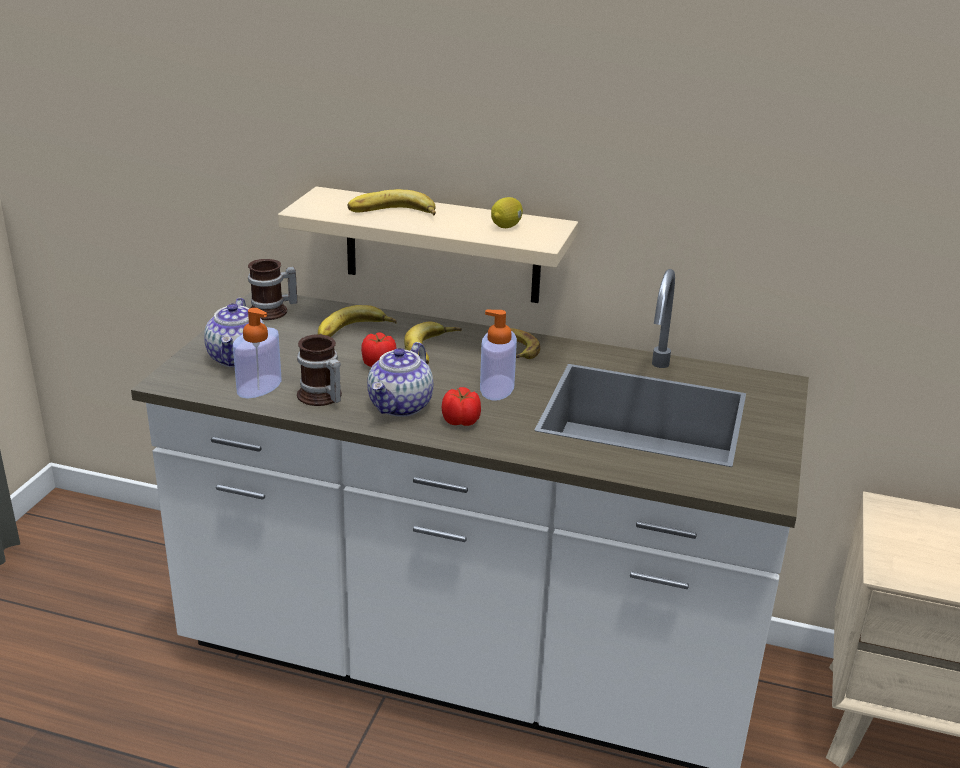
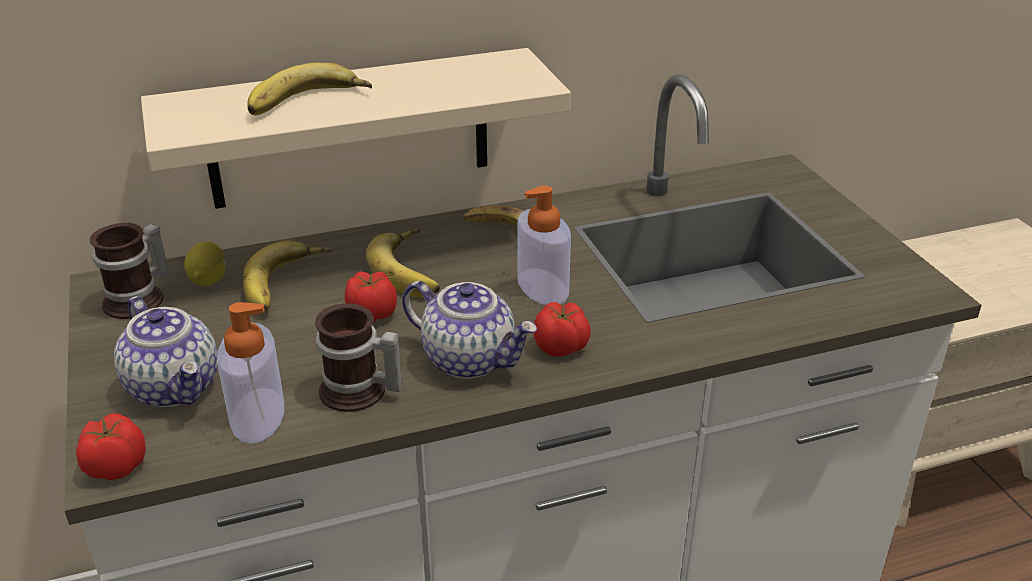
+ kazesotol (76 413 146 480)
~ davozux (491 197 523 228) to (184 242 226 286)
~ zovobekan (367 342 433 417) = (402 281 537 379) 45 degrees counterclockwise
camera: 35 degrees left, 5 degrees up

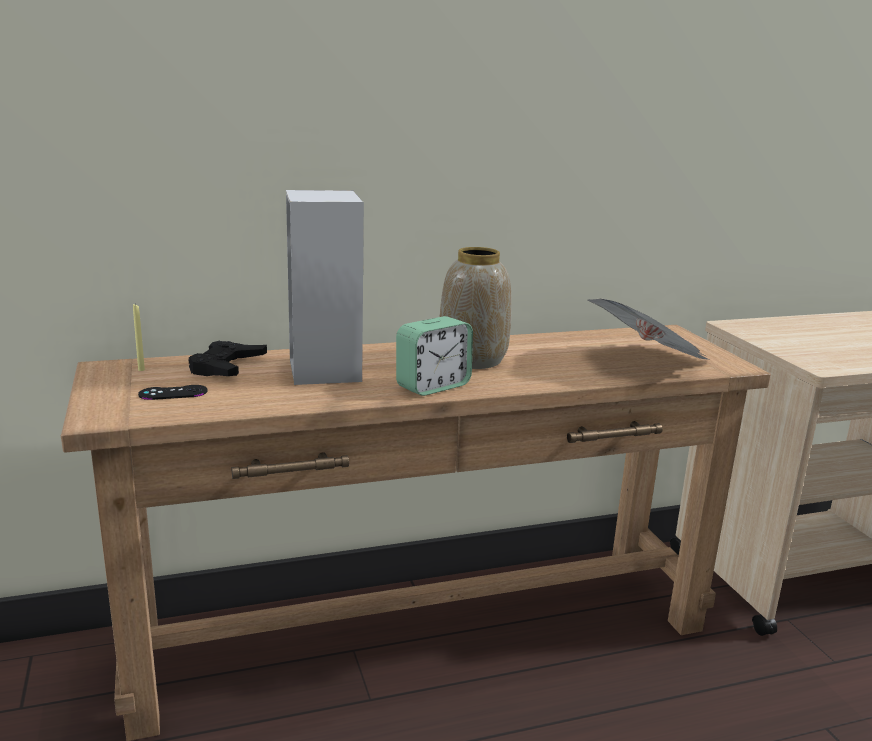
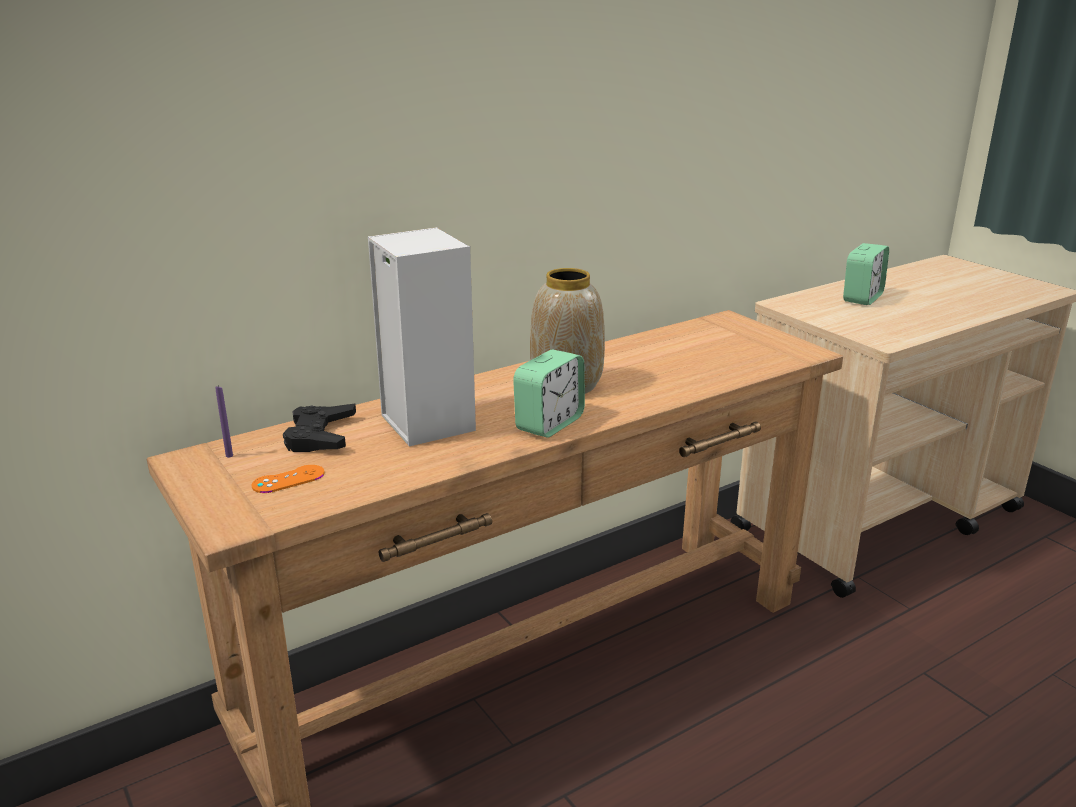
~ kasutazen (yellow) (133 303 145 371) to kasutazen (purple) (215 385 233 458)
~ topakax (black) (138 385 208 400) to topakax (orange) (251 465 325 493)
+ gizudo (843 243 889 305)
- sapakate (587 298 711 360)
camera: 15 degrees left, 5 degrees up

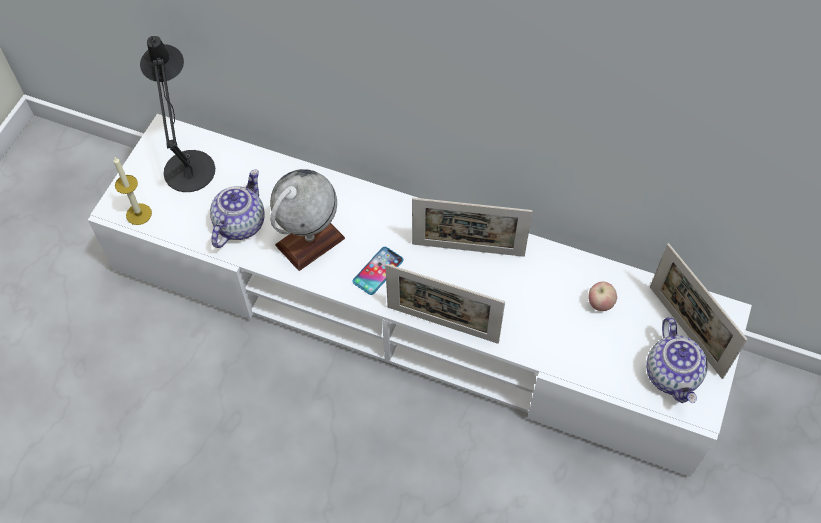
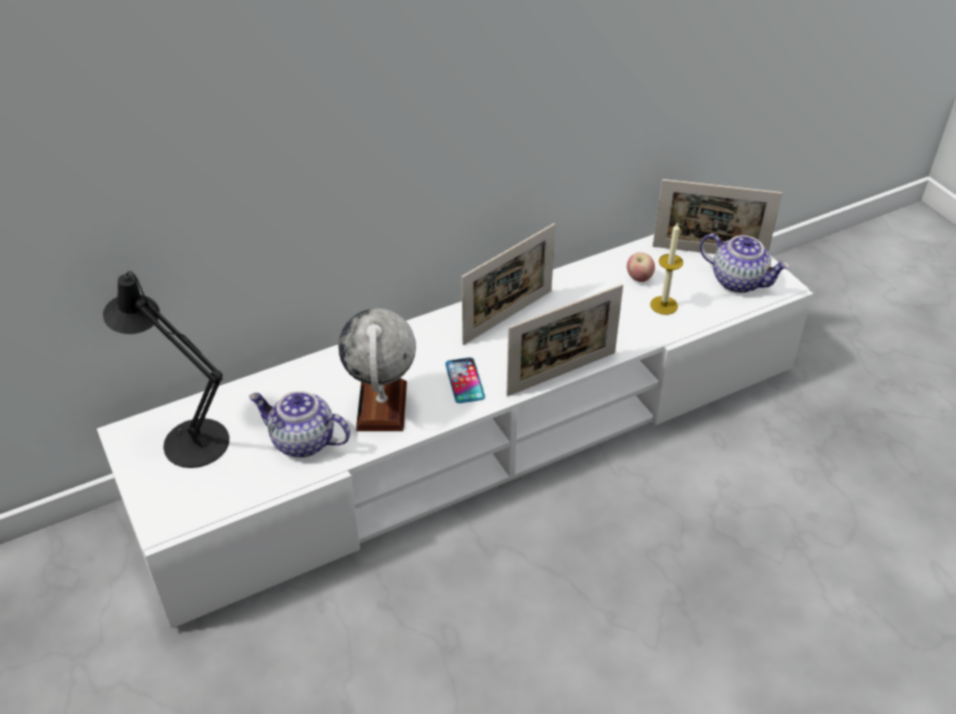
~ zovobekan (210 169 265 248) = (249 391 350 457) 45 degrees counterclockwise
~ kasutazen (114 157 152 225) to (650 223 683 315)
camera: 50 degrees left, 15 degrees down

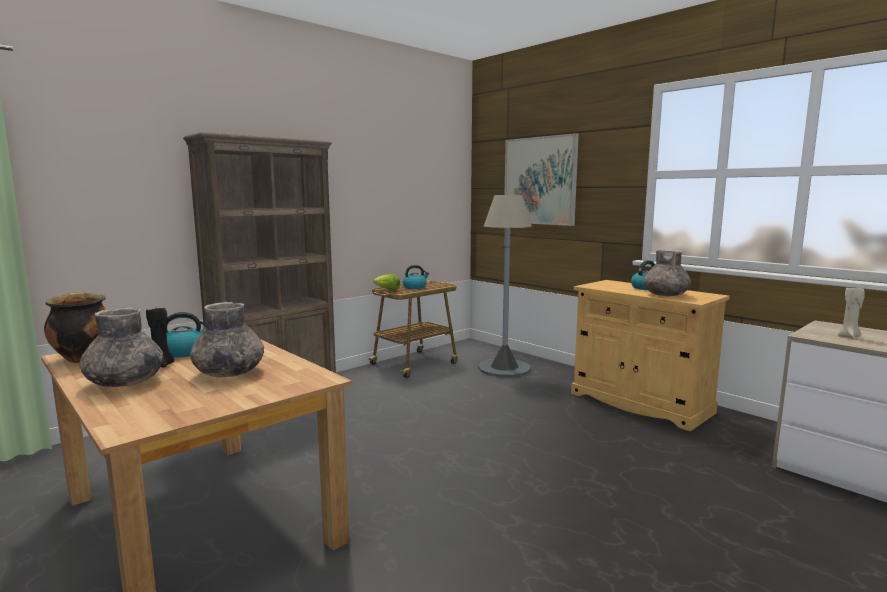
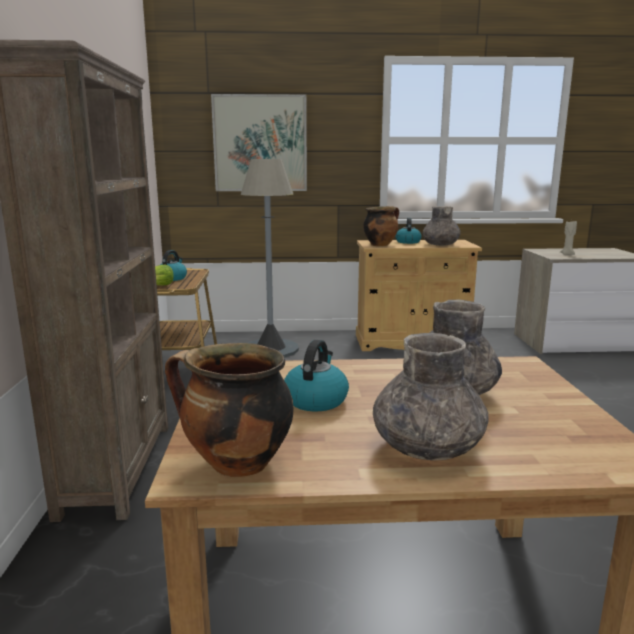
+ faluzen (363 206 399 246)
- kasutazen (black) (146 308 174 367)
camera: 50 degrees left, 5 degrees up

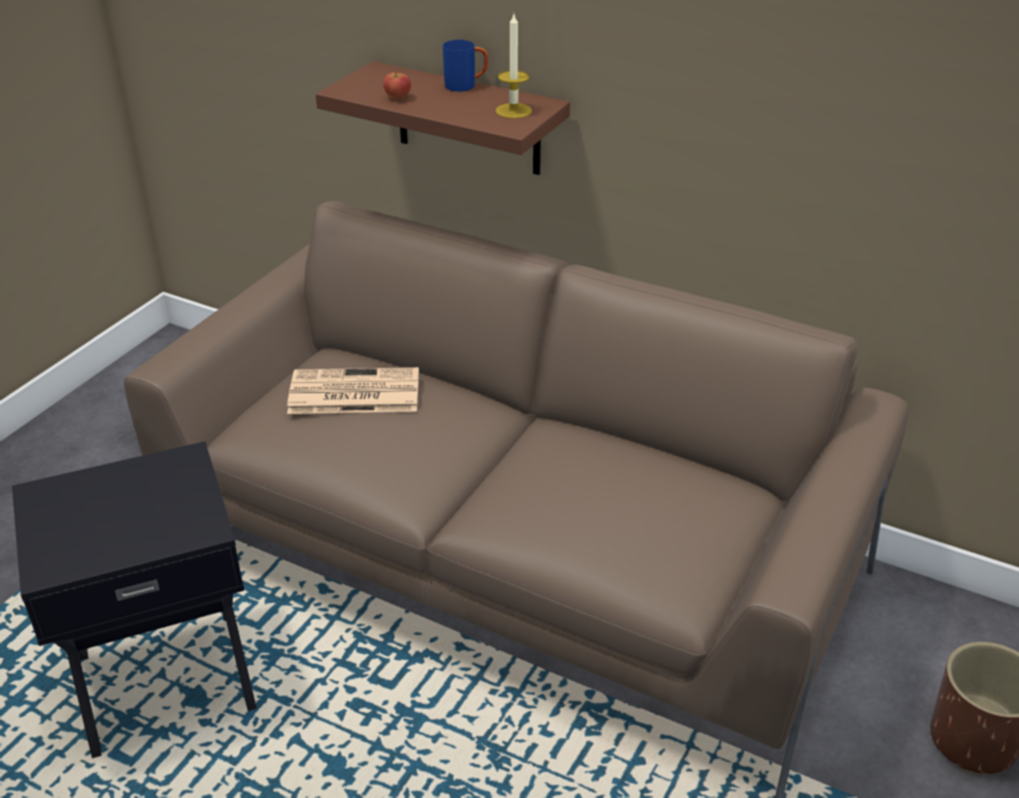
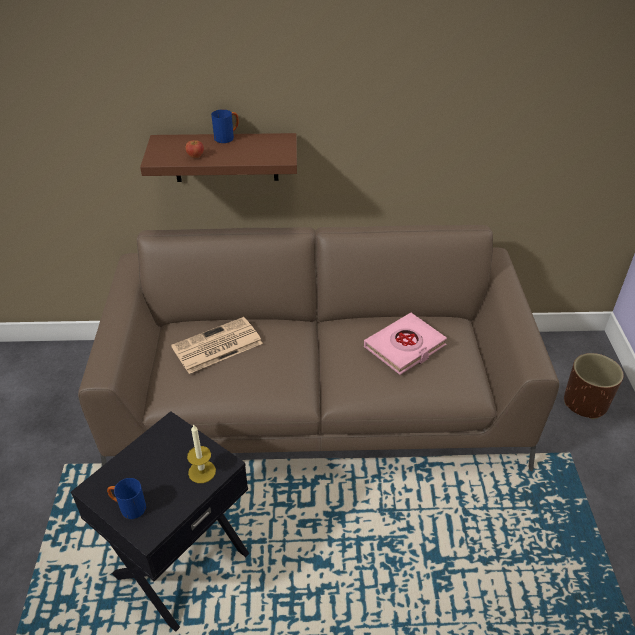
+ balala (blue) (107 478 146 519)
~ kasutazen (495 14 532 119) to (187 424 216 483)
+ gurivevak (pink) (364 313 447 375)
camera: 30 degrees left, 5 degrees up

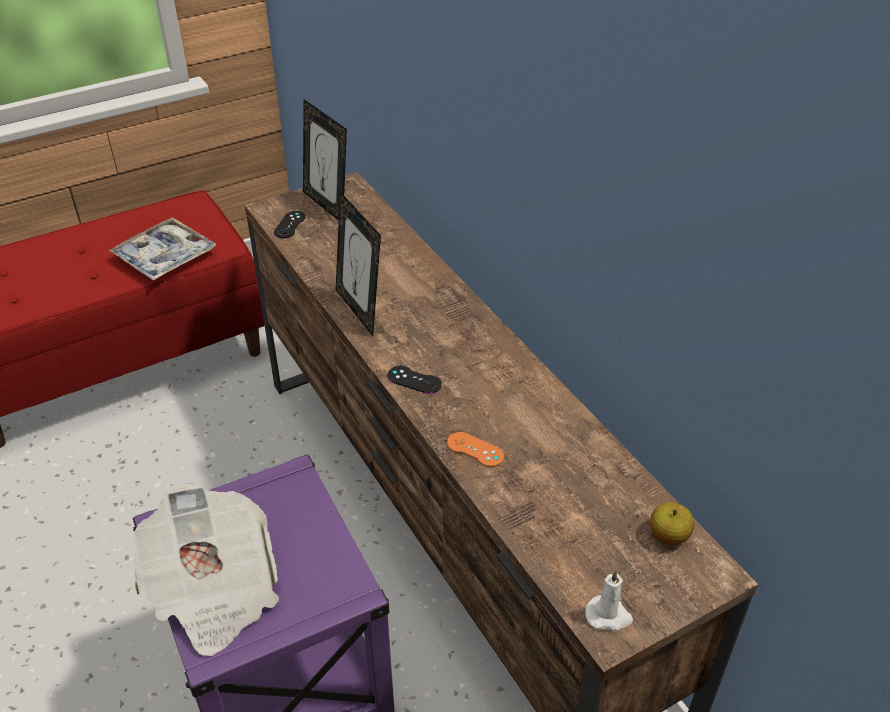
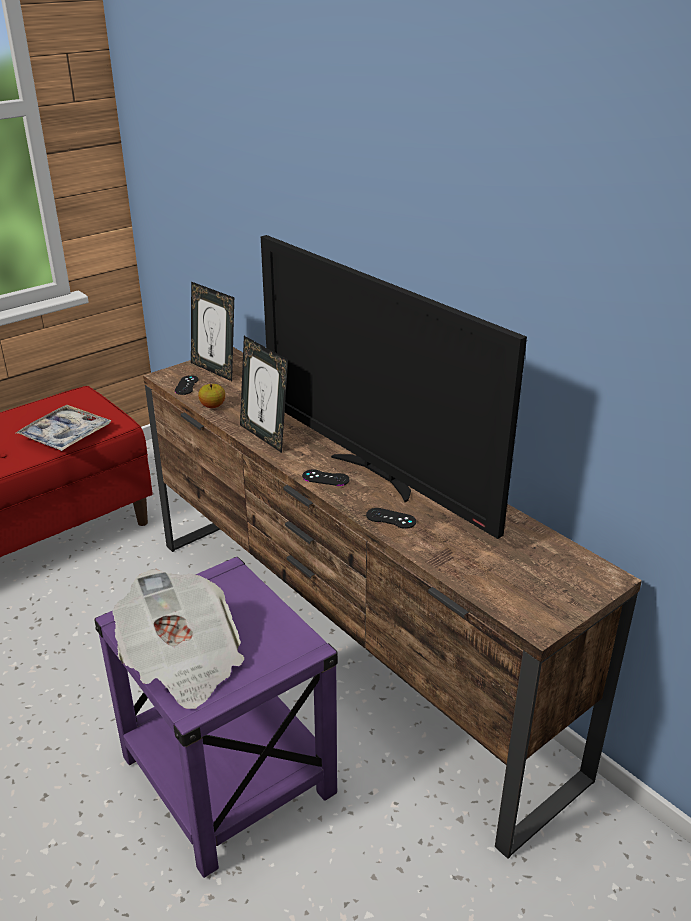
~ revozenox (650 502 694 545) to (198 384 225 408)
+ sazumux (261 235 527 539)
~ topakax (orange) (447 432 504 467) to topakax (black) (366 508 416 529)
- kasutazen (white) (585 570 633 631)
camera: 10 degrees left, 10 degrees down

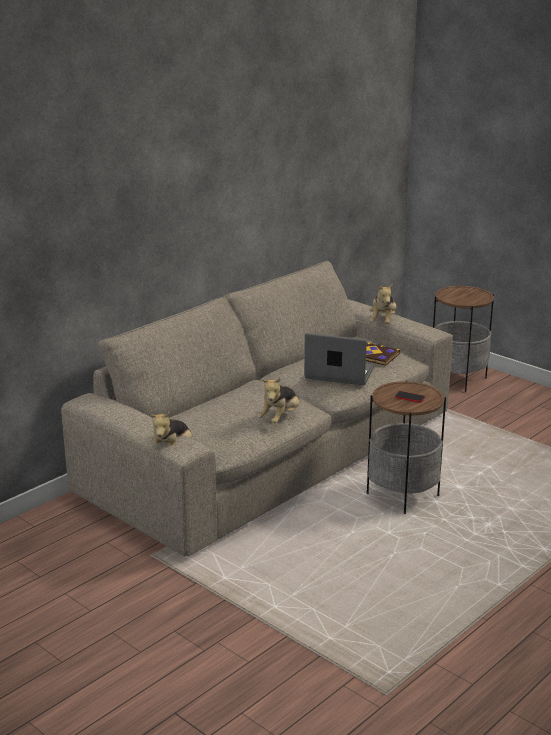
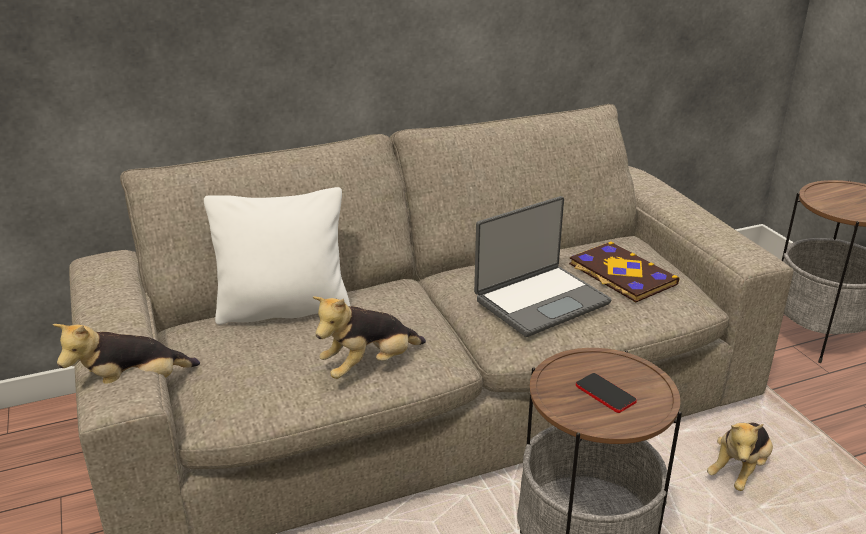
+ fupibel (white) (204 187 350 325)
~ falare (304 333 374 385) = (474 196 612 337) 105 degrees clockwise
~ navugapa (369 283 396 324) to (707 423 773 491)
camera: 25 degrees right, 5 degrees up

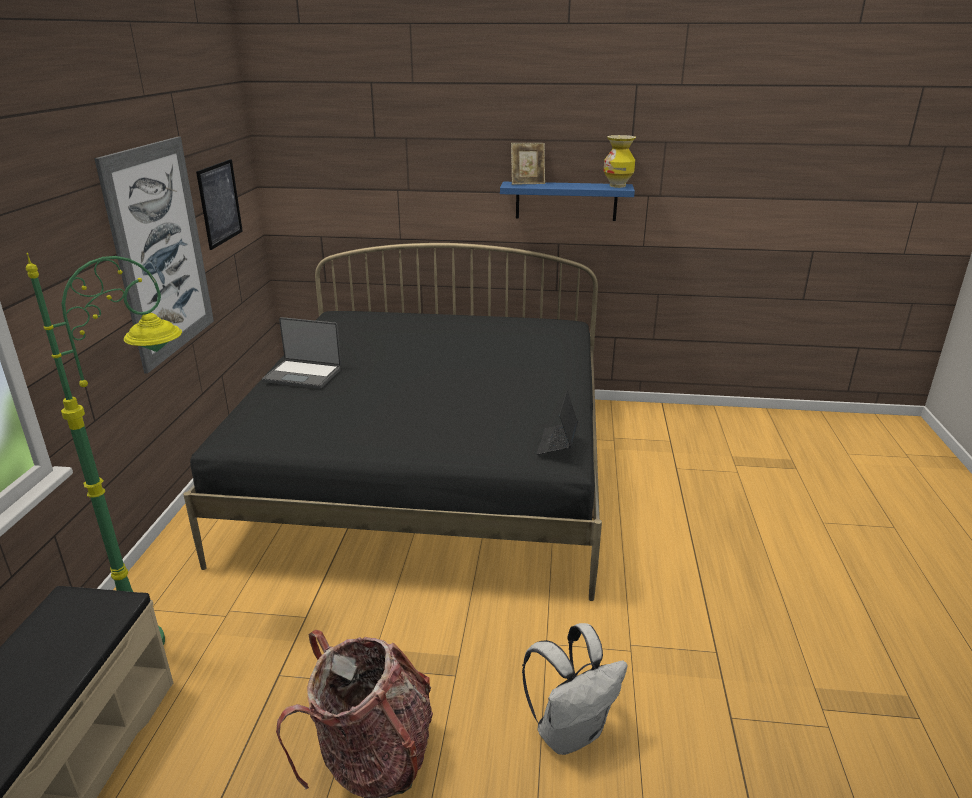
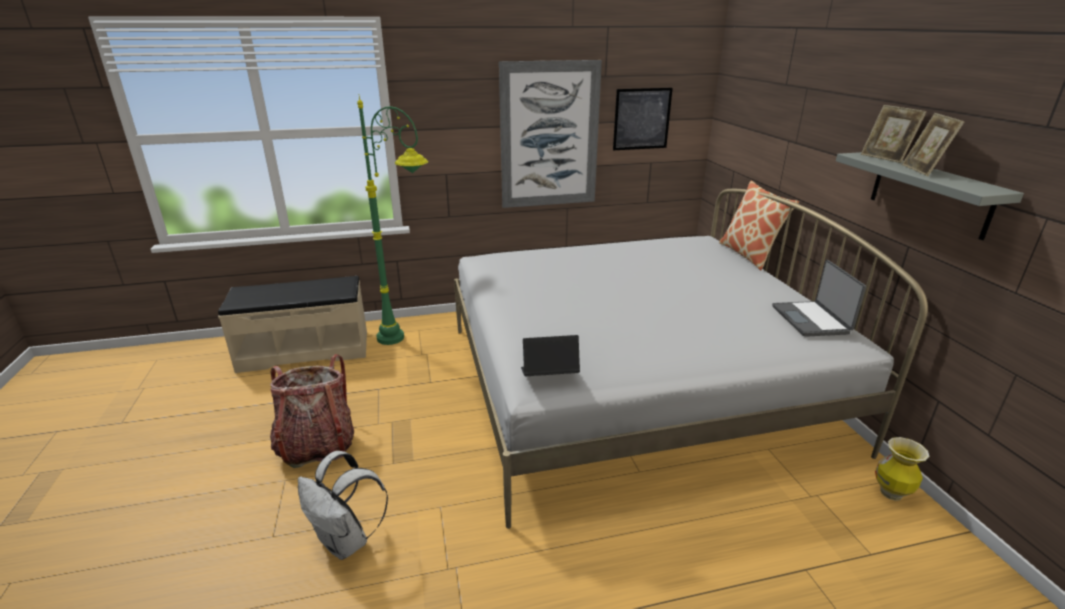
~ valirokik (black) (183 243 602 601) to valirokik (white) (454 189 928 529)
+ fupibel (719 181 799 270)
~ falare (262 317 341 389) to (772 260 866 337)
~ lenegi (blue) (500 182 635 221) to lenegi (grey) (836 152 1024 240)
~ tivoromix (604 135 636 188) to (875 437 930 501)
+ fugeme (902 113 964 176)
camera: 70 degrees right, 0 degrees up

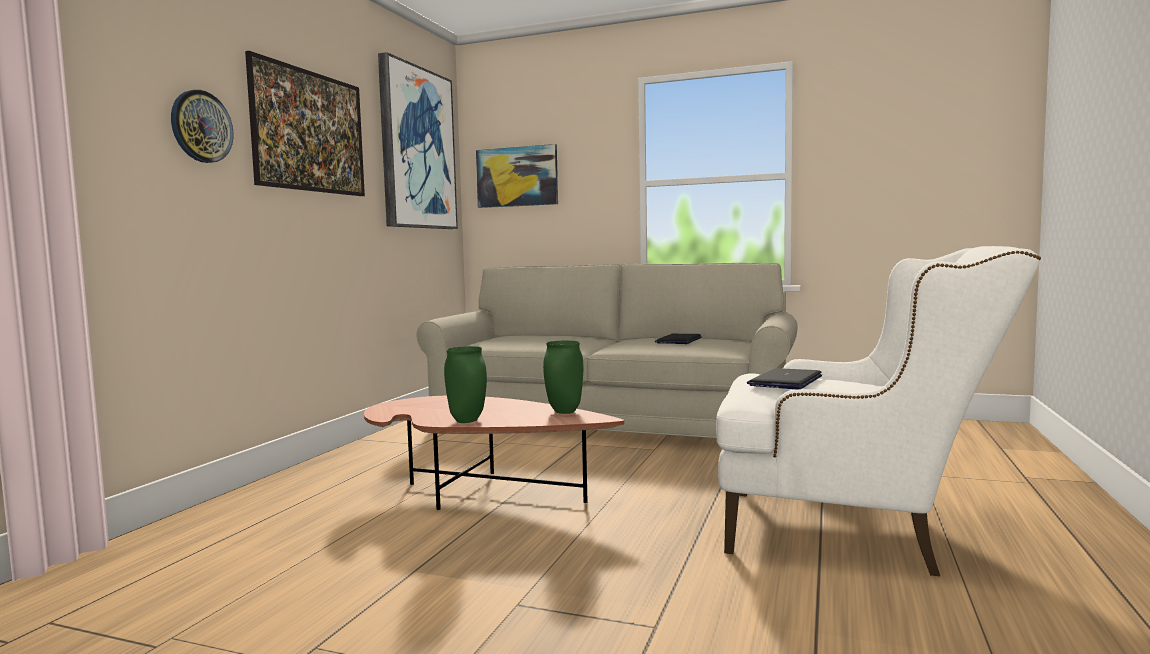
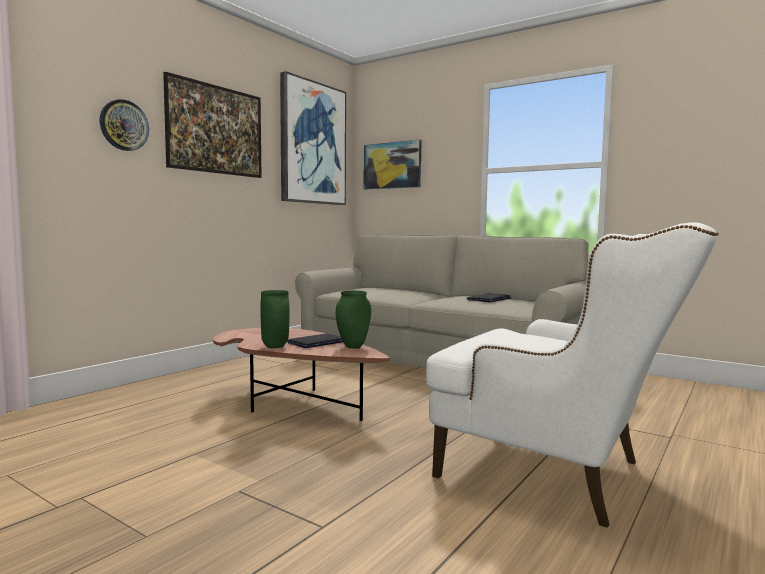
~ falare (747 368 822 390) to (287 333 343 348)
camera: 15 degrees right, 0 degrees up

